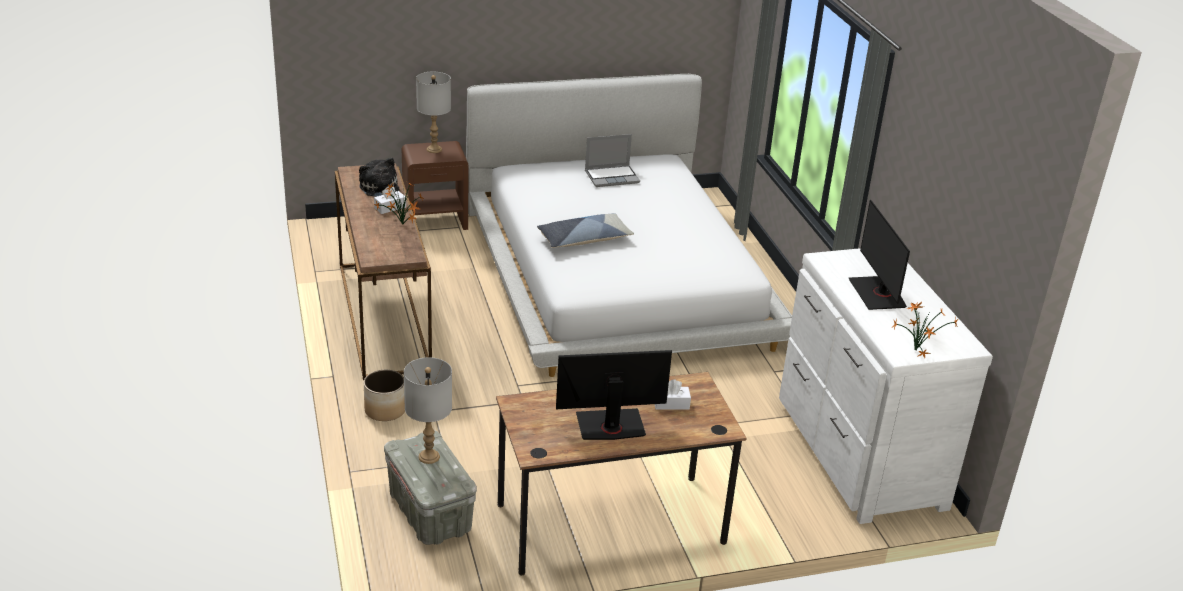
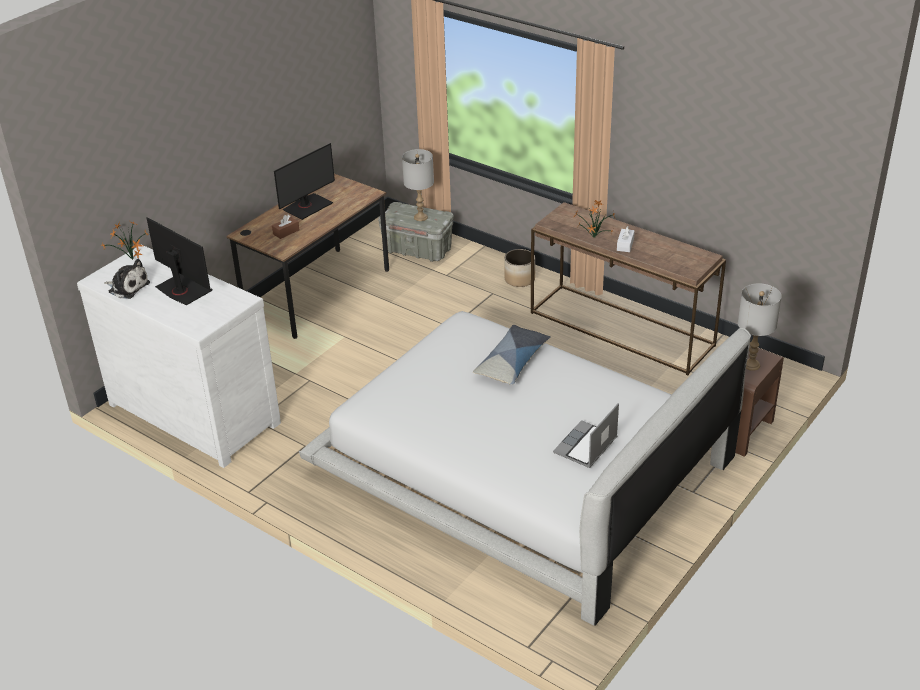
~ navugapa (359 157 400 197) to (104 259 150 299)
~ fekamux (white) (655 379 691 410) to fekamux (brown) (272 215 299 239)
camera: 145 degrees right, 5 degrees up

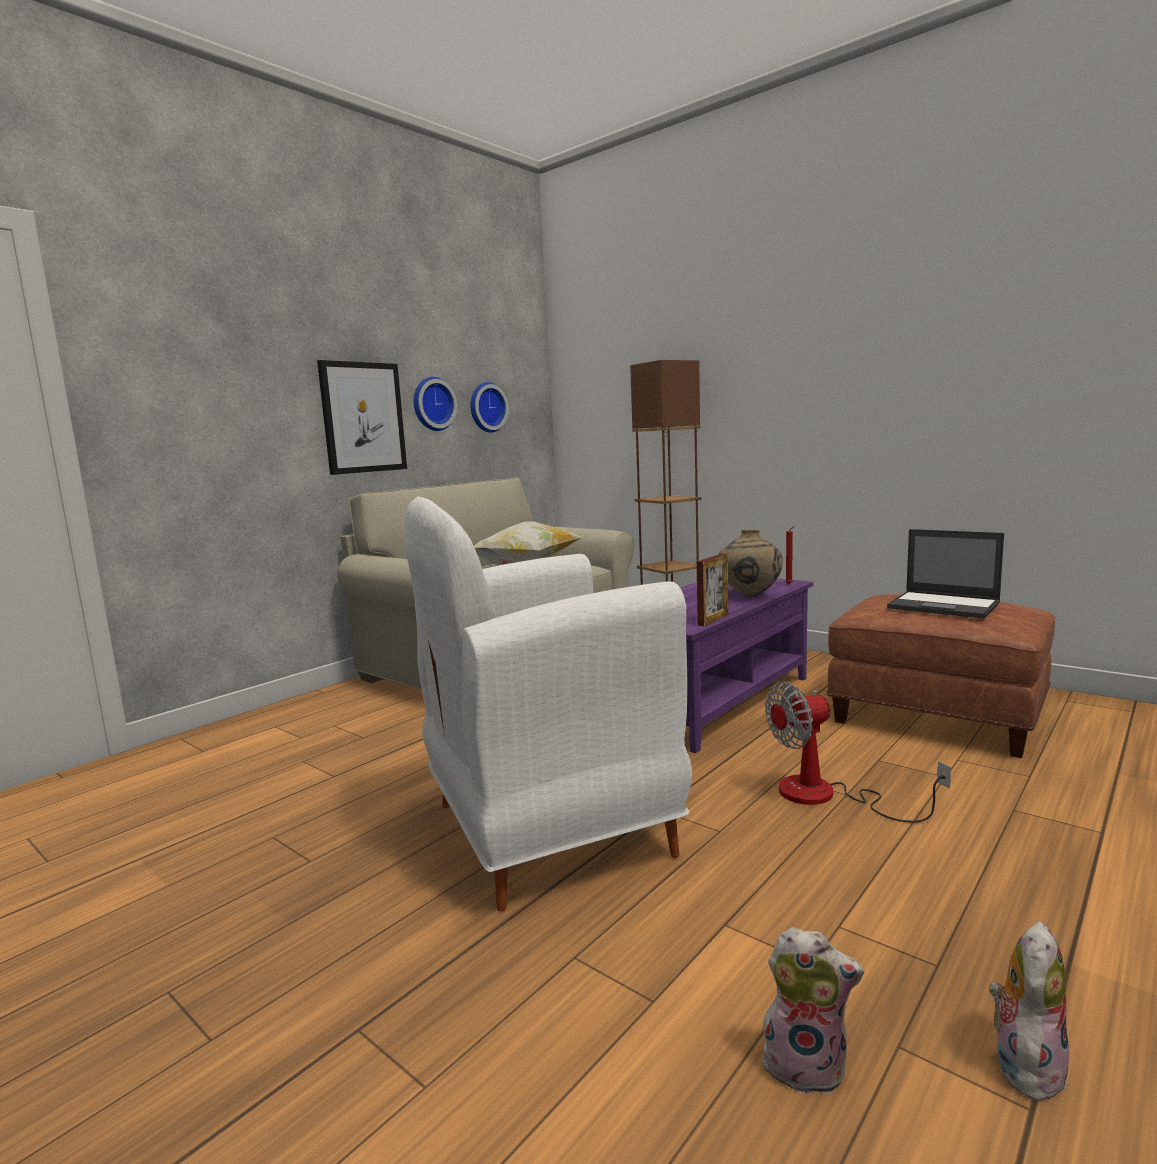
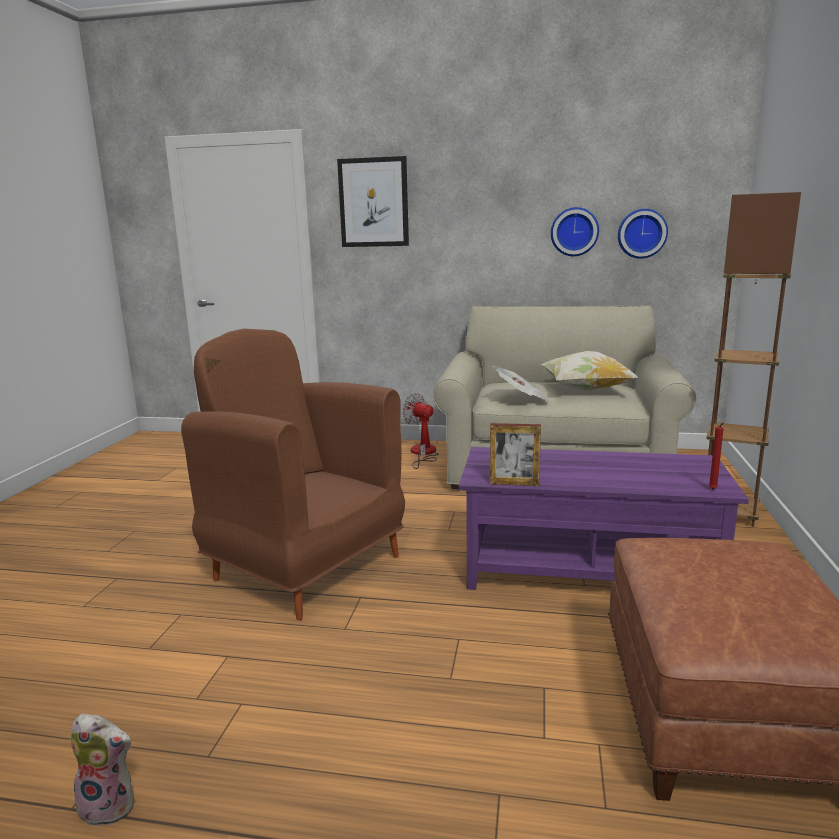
~ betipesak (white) (404 497 692 911) to betipesak (brown) (181 329 405 620)
~ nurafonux (317 360 407 475) to (337 156 409 247)
~ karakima (765 682 951 823) to (403 393 439 469)
- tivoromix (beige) (718 530 783 597)
- navugapa (762 927 864 1095)
- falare (887 529 1004 619)
camera: 60 degrees right, 5 degrees up

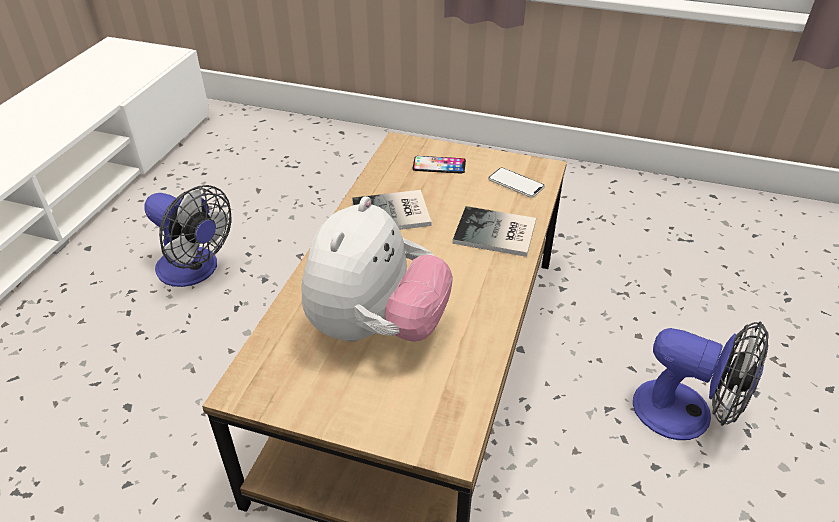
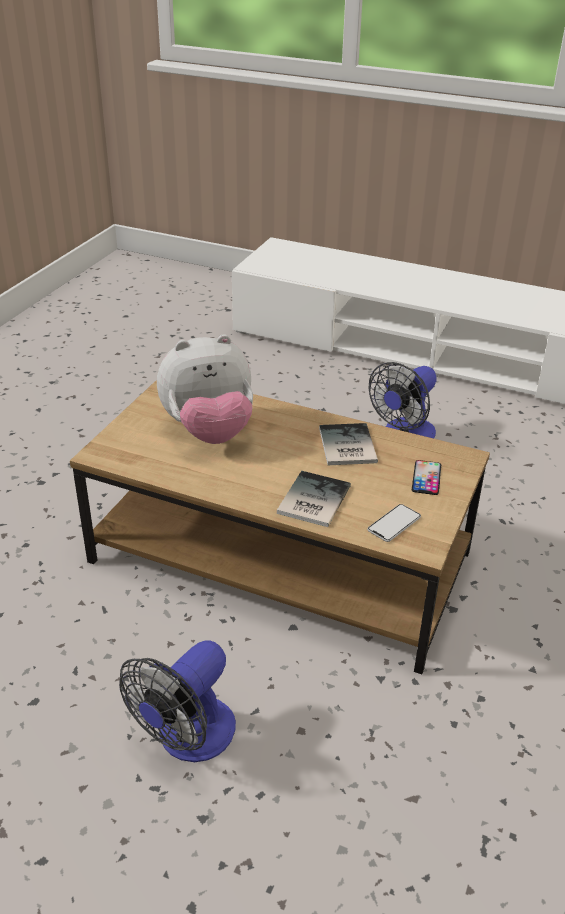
~ navugapa (301 196 453 342) = (157 334 253 444) 45 degrees counterclockwise
camera: 95 degrees right, 5 degrees down

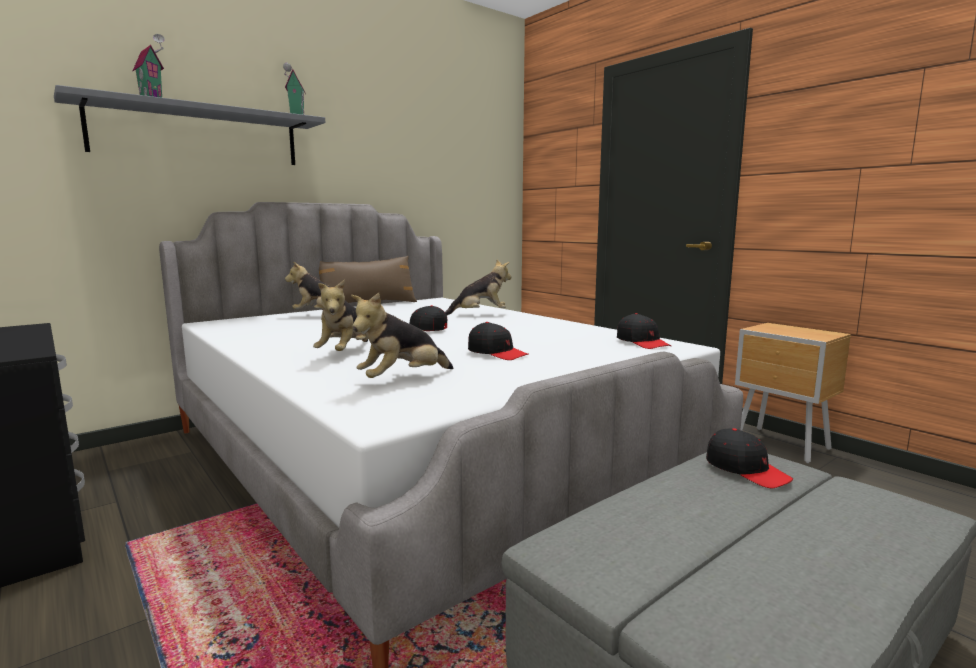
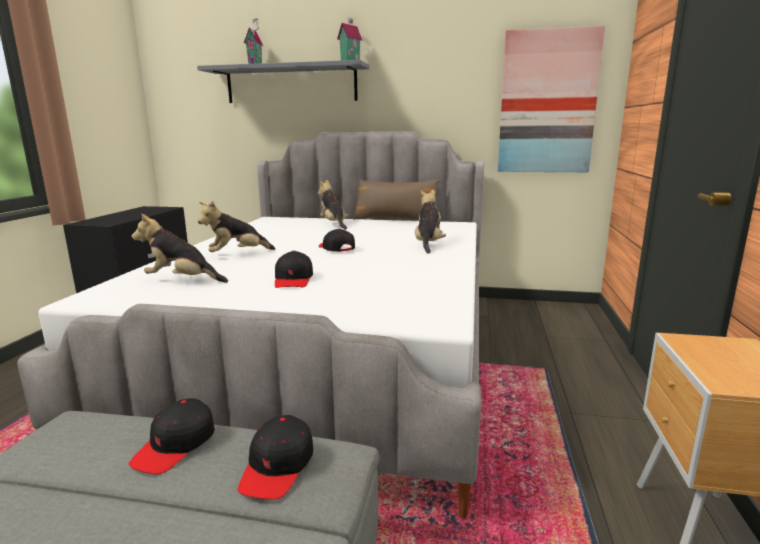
~ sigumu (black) (617 313 671 349) to (129 398 215 474)
~ navugapa (445 260 511 315) = (415 189 446 254) 120 degrees counterclockwise
+ nurafonux (498 26 605 172)
camera: 50 degrees right, 5 degrees up

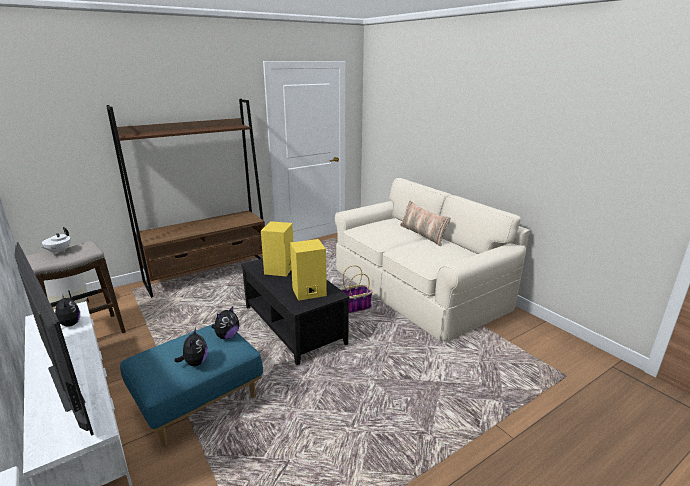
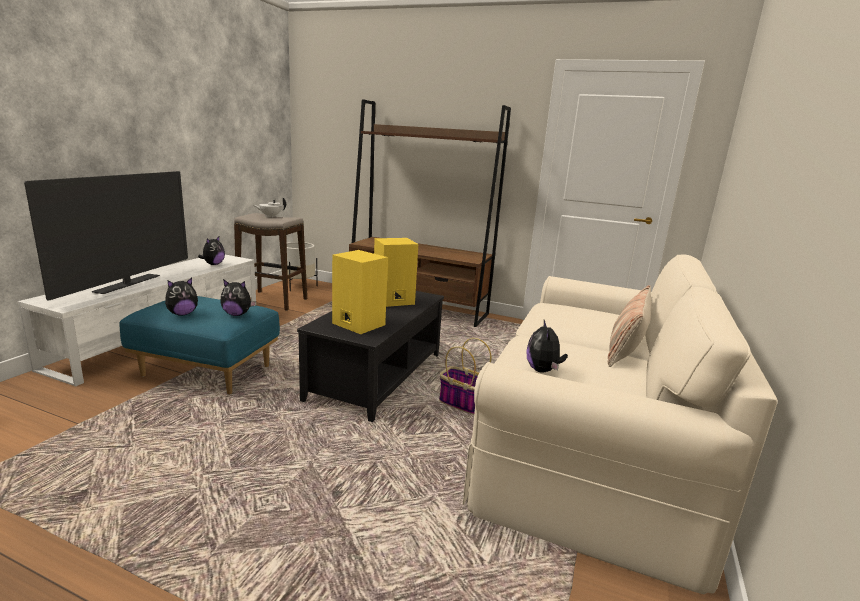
+ navugapa (526 320 568 373)
camera: 55 degrees right, 5 degrees down

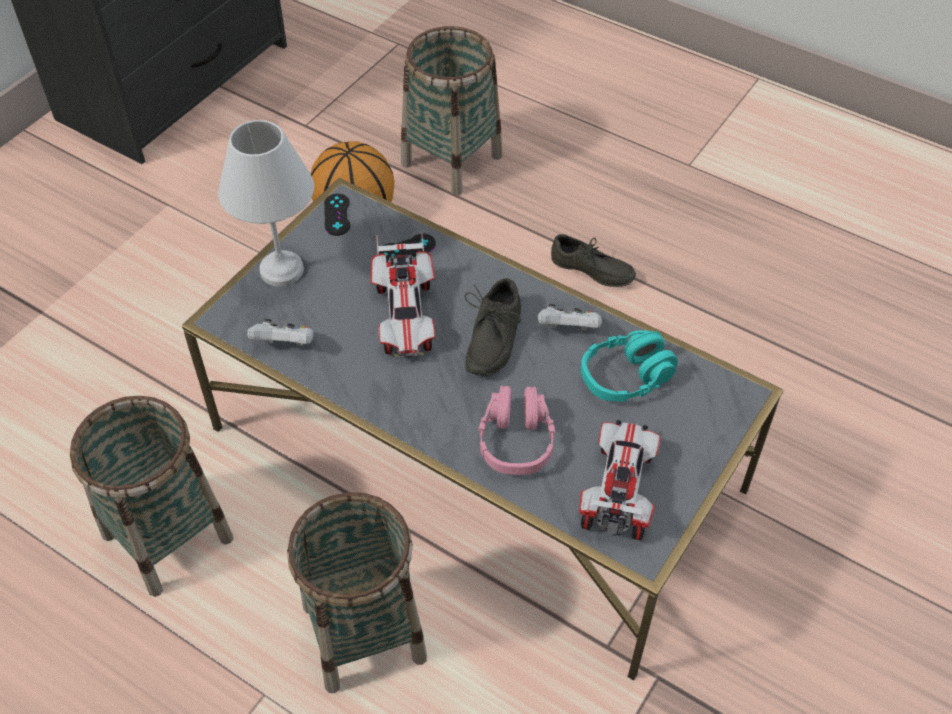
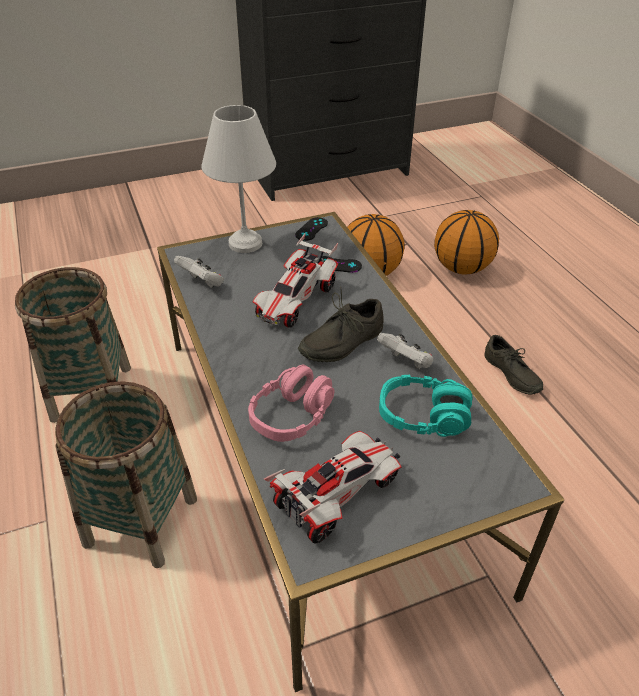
~ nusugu (401 26 502 195) to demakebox (434 210 499 275)
camera: 35 degrees right, 10 degrees down

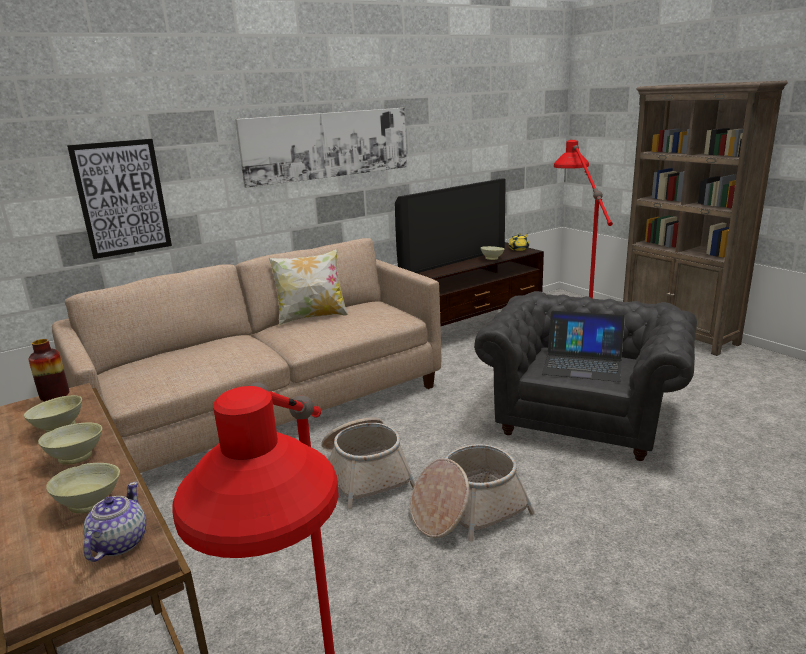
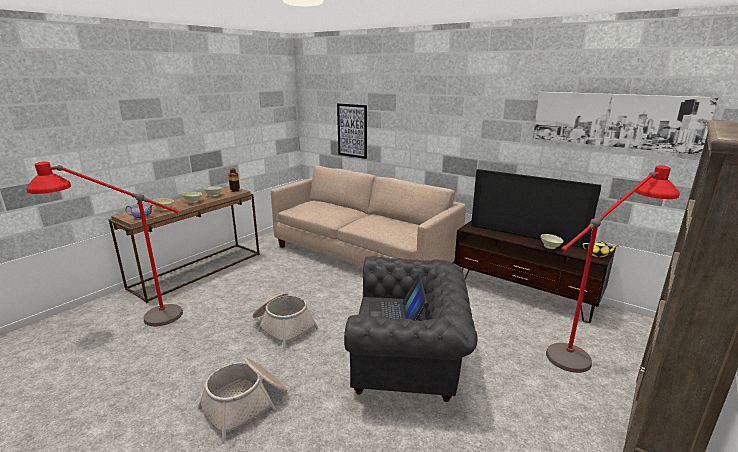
~ nusugu (321 417 415 509) to (198 358 287 442)
~ nurafonux (235 108 407 188) to (533 92 719 155)
- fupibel (269 249 348 326)
camera: 70 degrees right, 0 degrees up

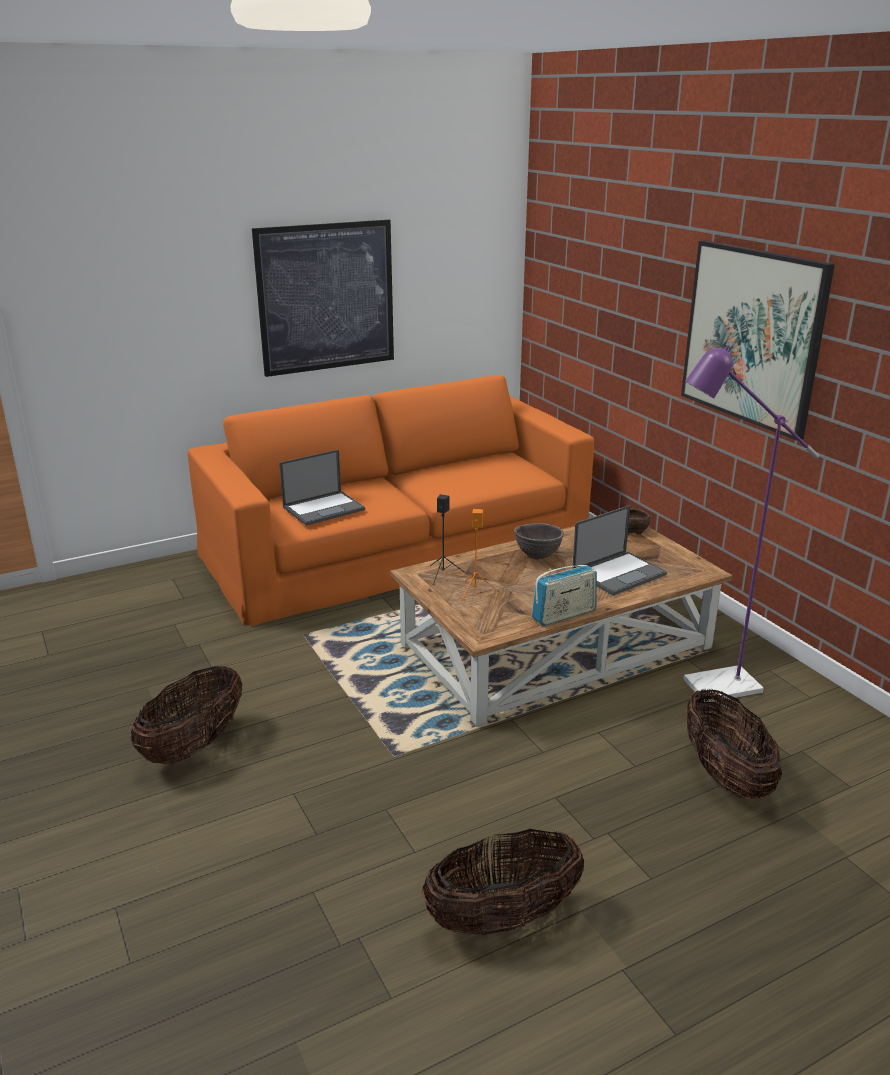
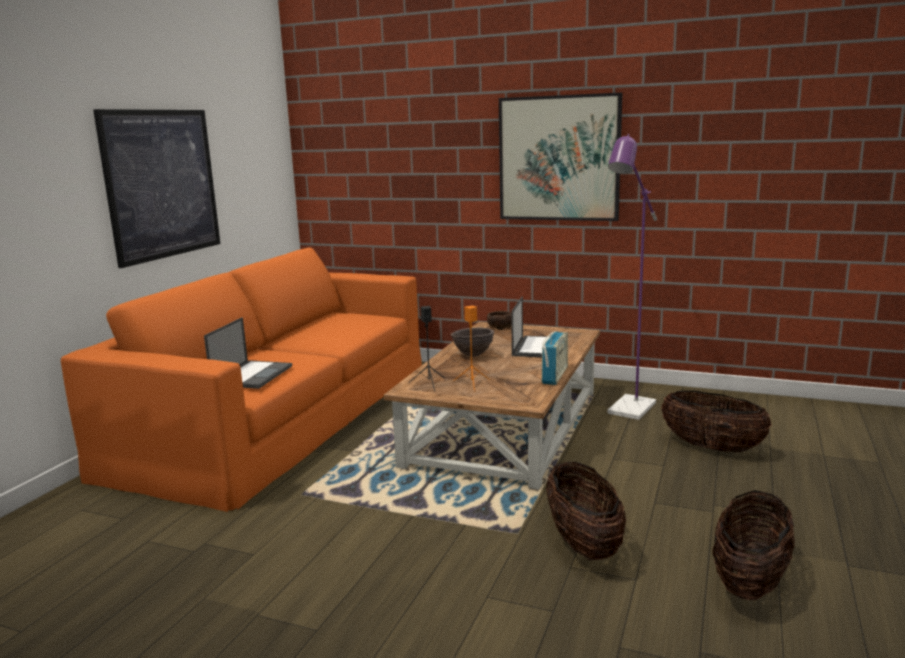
~ nusugu (131 666 243 764) to (546 462 626 560)
camera: 40 degrees left, 10 degrees down

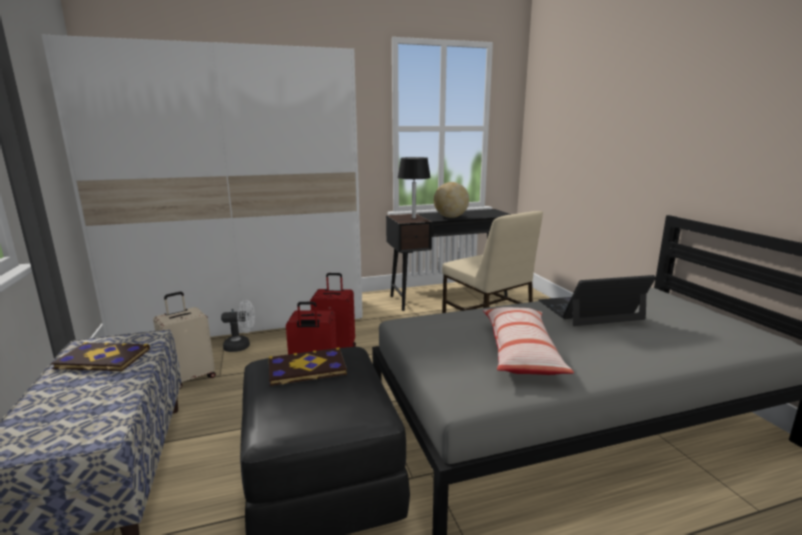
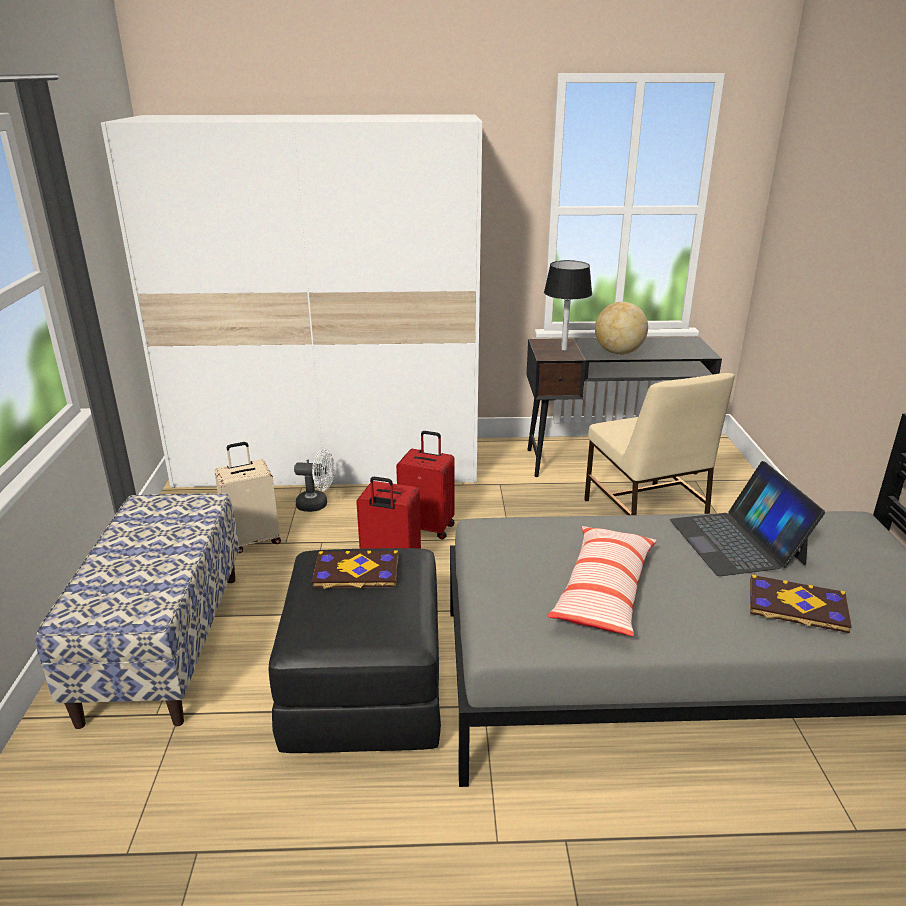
~ falare (539 275 656 326) = (670 461 825 576) 105 degrees counterclockwise
~ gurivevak (51 342 150 371) to (750 574 852 633)
camera: 15 degrees right, 10 degrees up

